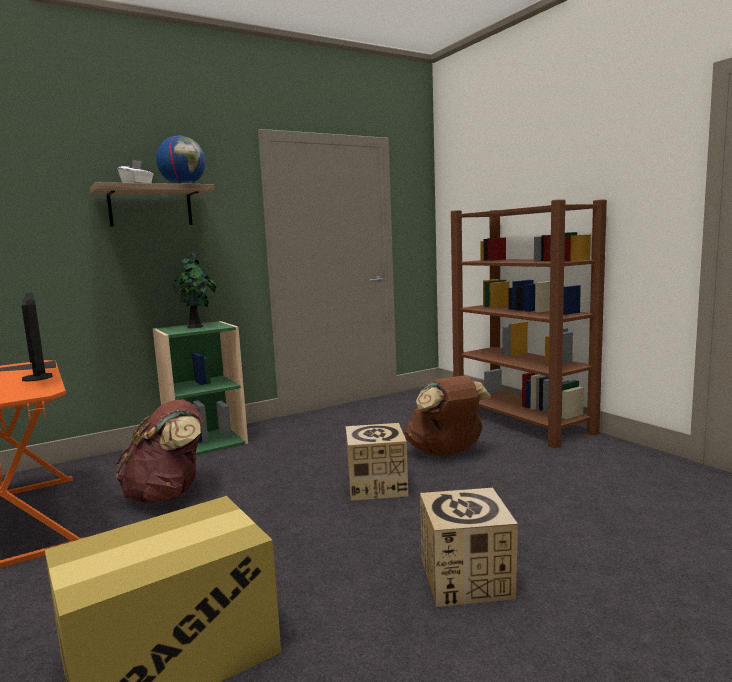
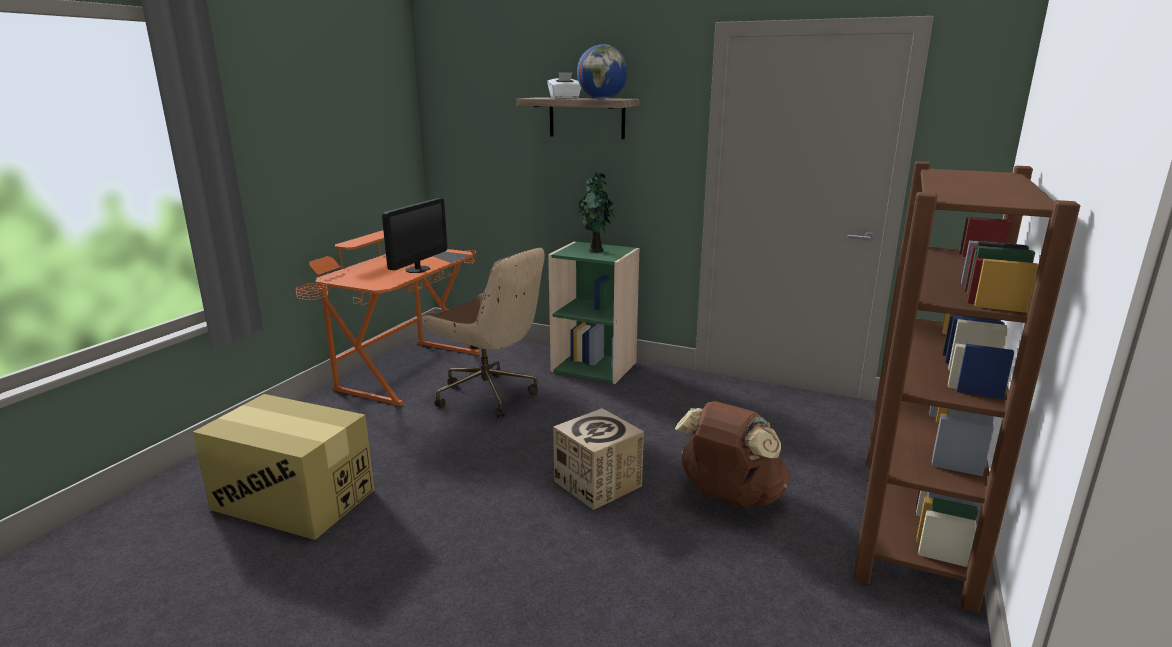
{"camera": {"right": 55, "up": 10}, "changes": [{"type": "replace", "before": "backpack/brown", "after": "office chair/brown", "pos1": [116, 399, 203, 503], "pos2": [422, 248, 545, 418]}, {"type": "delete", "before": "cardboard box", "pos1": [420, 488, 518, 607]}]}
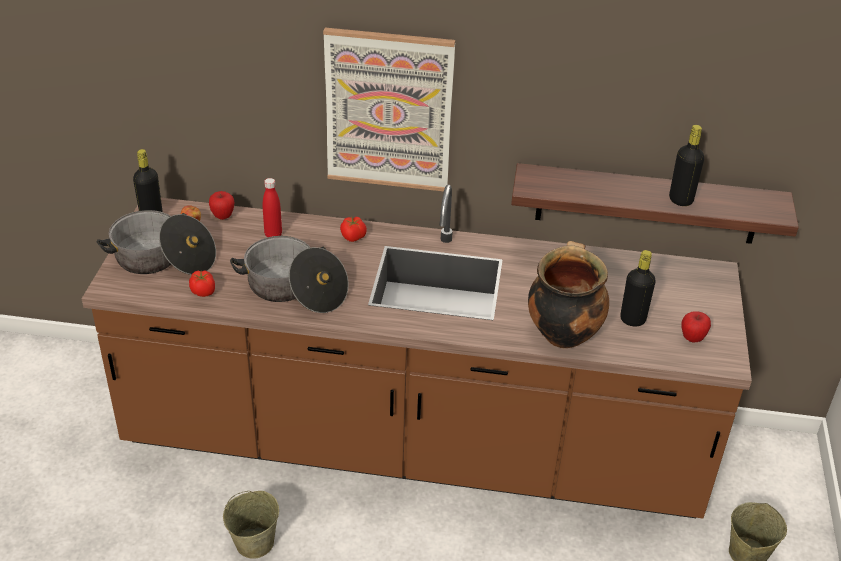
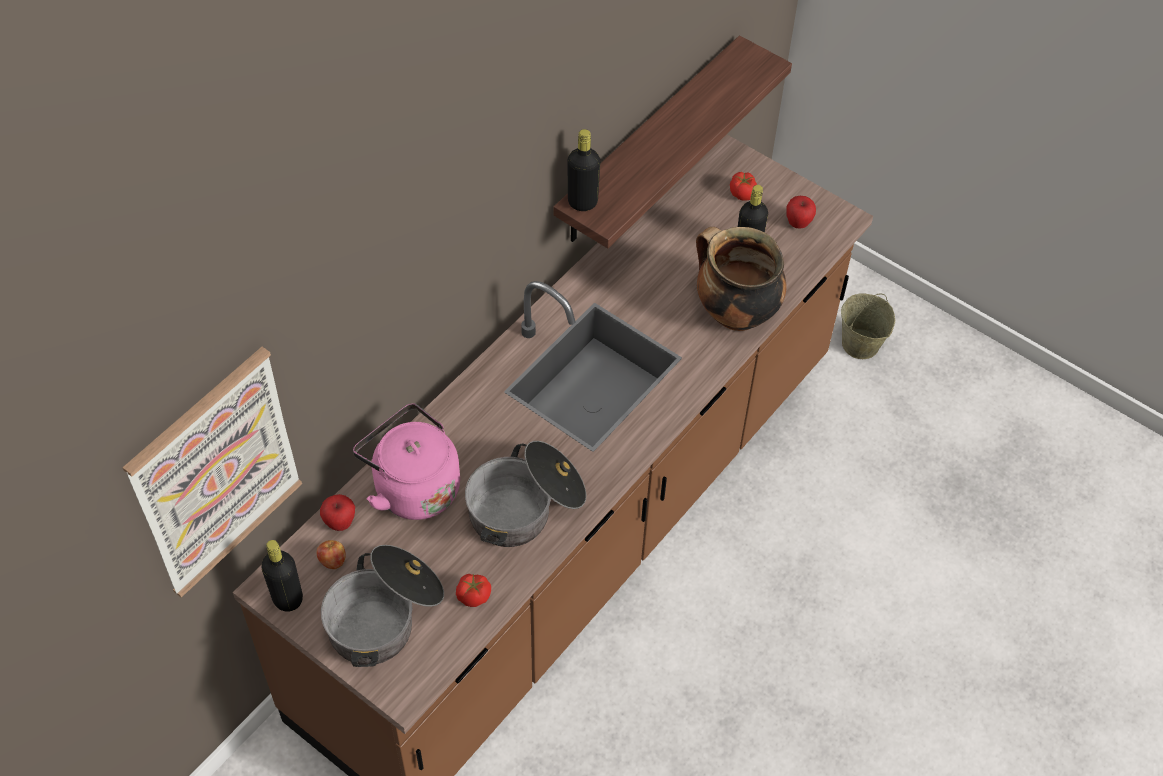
{"camera": {"right": -60, "up": 15}, "changes": [{"type": "move", "before": "picture", "pos1": [323, 28, 455, 191], "pos2": [122, 347, 302, 598]}, {"type": "move", "before": "bottle/black", "pos1": [669, 125, 704, 206], "pos2": [567, 129, 600, 211]}, {"type": "replace", "before": "bottle/red", "after": "kettle/pink", "pos1": [263, 178, 282, 237], "pos2": [353, 403, 460, 520]}, {"type": "move", "before": "tomato", "pos1": [340, 216, 367, 242], "pos2": [730, 172, 757, 201]}, {"type": "delete", "before": "bucket/beige", "pos1": [223, 491, 279, 559]}]}
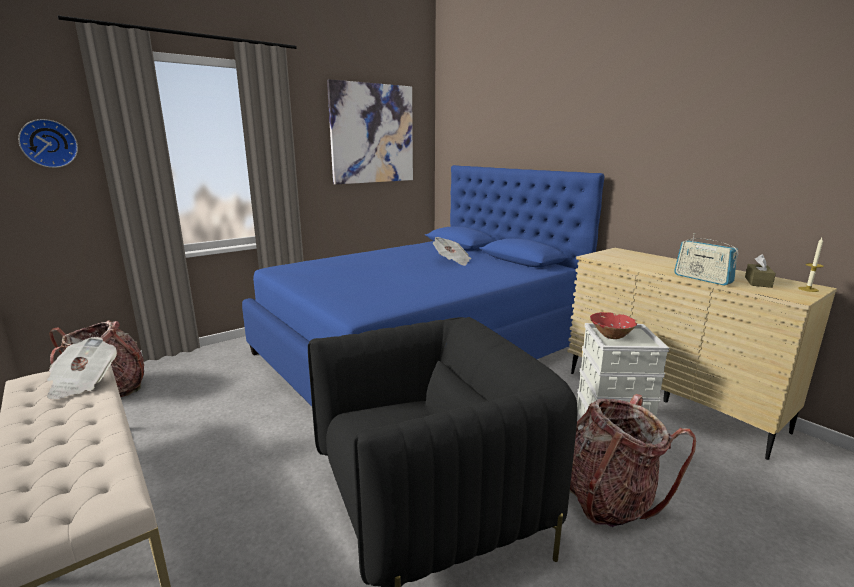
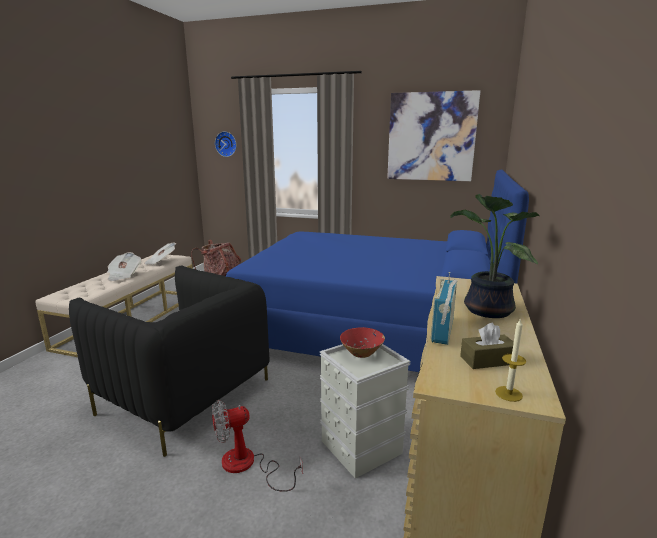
{"camera": {"right": 55, "up": 0}, "changes": [{"type": "move", "before": "newspaper", "pos1": [433, 237, 471, 266], "pos2": [107, 252, 142, 281]}, {"type": "replace", "before": "backpack", "after": "fan", "pos1": [570, 394, 696, 527], "pos2": [212, 400, 303, 492]}, {"type": "insert", "after": "potted plant", "pos2": [450, 194, 540, 318]}]}
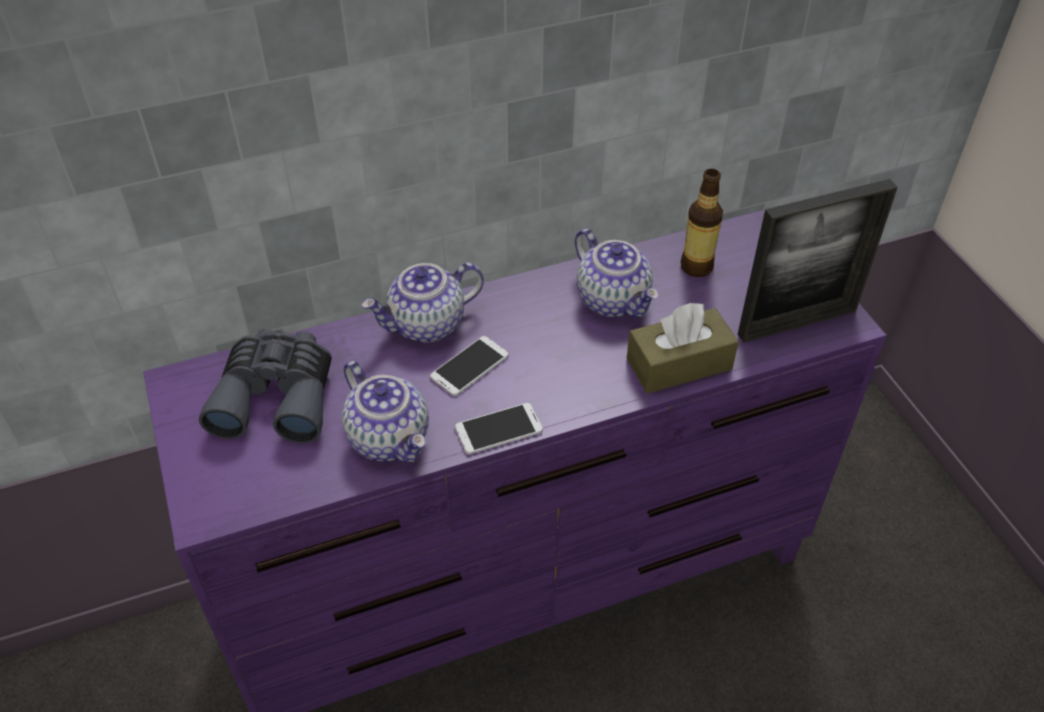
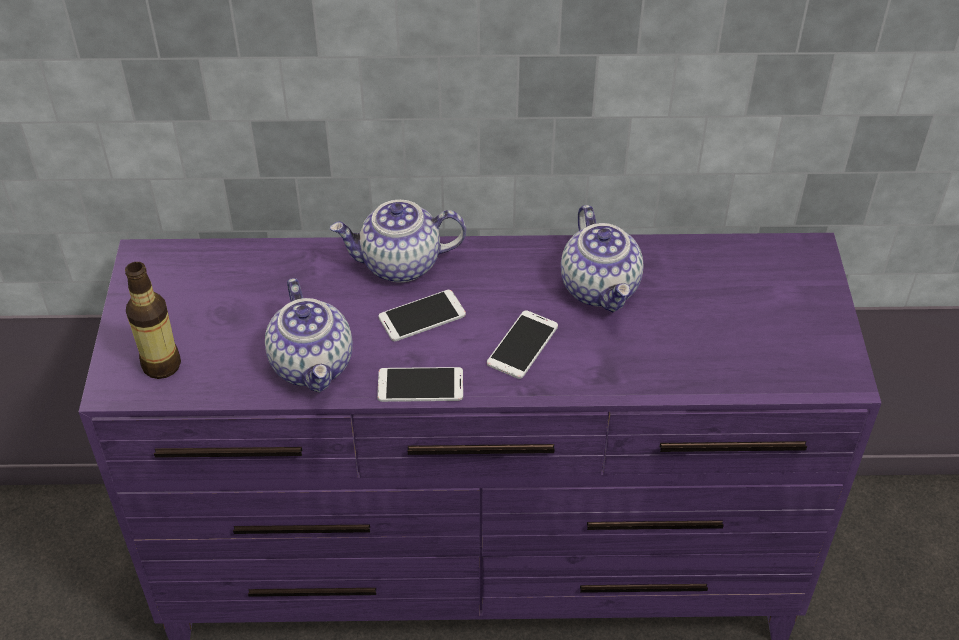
{"camera": {"right": 20, "up": 0}, "changes": [{"type": "move", "before": "bottle", "pos1": [681, 169, 723, 277], "pos2": [125, 262, 181, 379]}, {"type": "delete", "before": "picture frame", "pos1": [738, 179, 898, 343]}, {"type": "delete", "before": "tissue box/brown", "pos1": [626, 303, 739, 394]}, {"type": "delete", "before": "binoculars/grey", "pos1": [199, 329, 332, 443]}, {"type": "insert", "after": "phone", "pos2": [487, 310, 558, 379]}]}
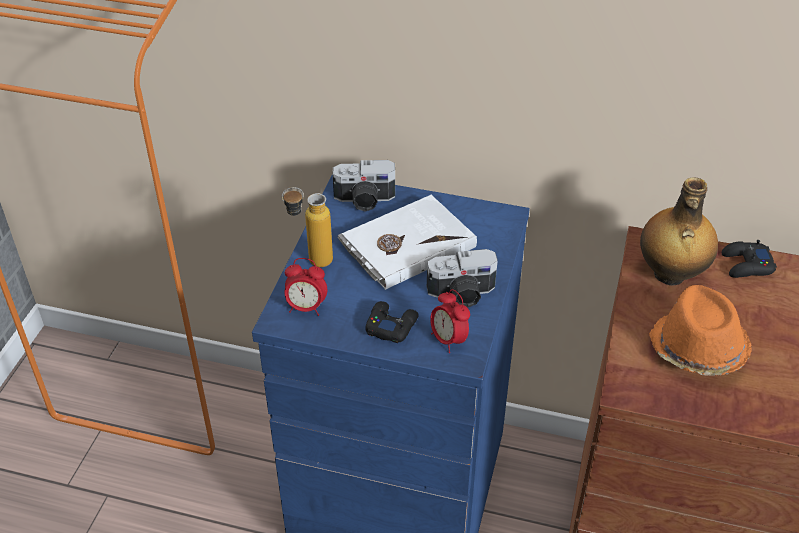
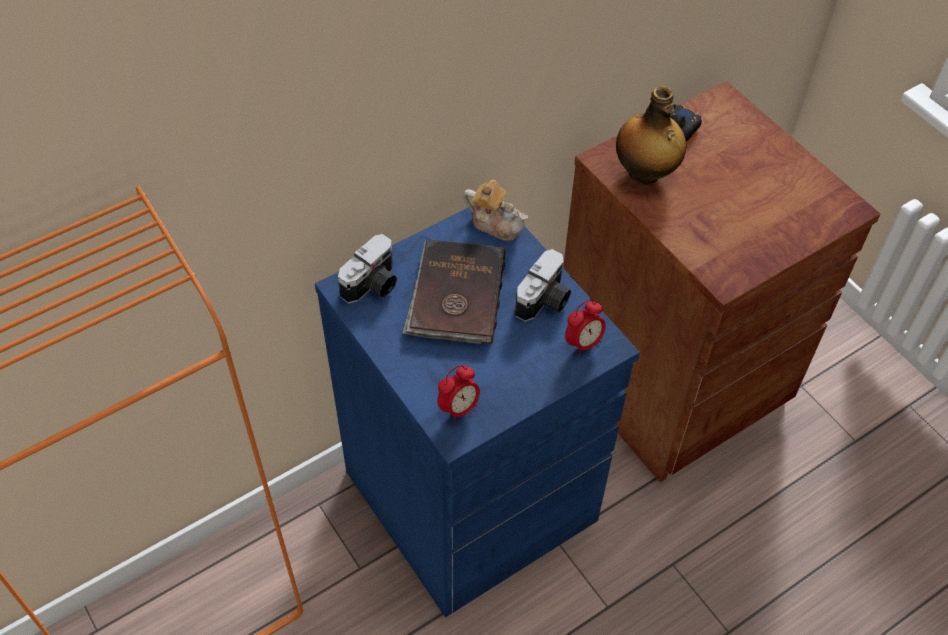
{"camera": {"right": -50, "up": 10}, "changes": [{"type": "delete", "before": "bottle", "pos1": [282, 187, 333, 267]}, {"type": "recolor", "before": "book/white", "after": "book/brown", "pos1": [337, 195, 477, 290], "pos2": [403, 239, 506, 344]}, {"type": "delete", "before": "hat/orange", "pos1": [649, 285, 752, 376]}, {"type": "rotate", "before": "alarm clock", "pos1": [430, 289, 470, 353], "pos2": [565, 300, 606, 357], "turn": -45}, {"type": "delete", "before": "game controller/black", "pos1": [365, 301, 419, 343]}, {"type": "insert", "after": "teapot", "pos2": [463, 180, 528, 241]}]}
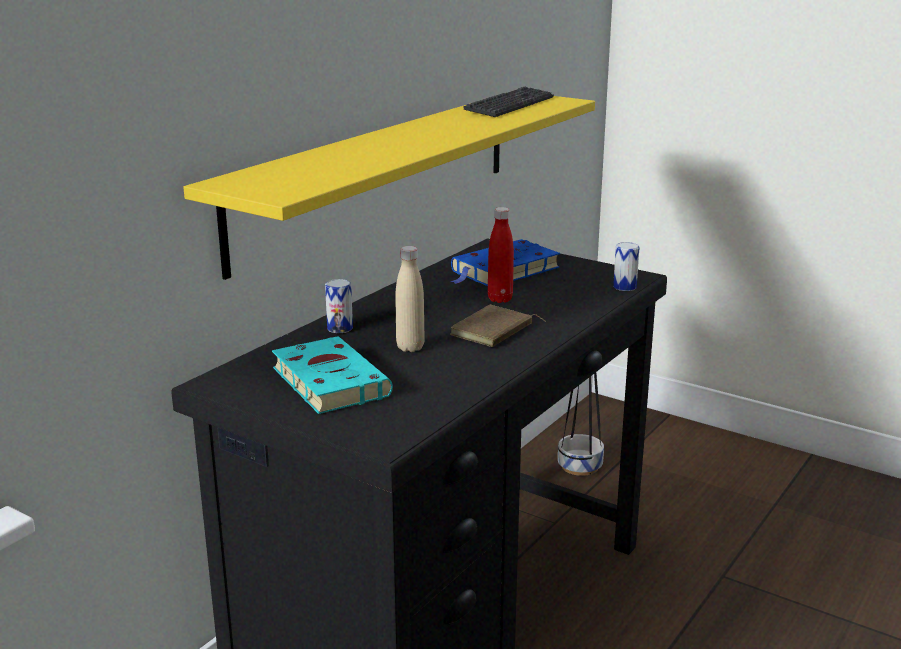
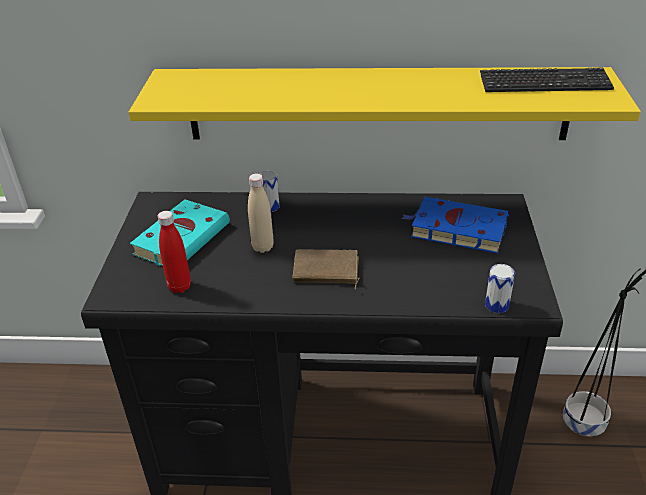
{"camera": {"right": 60, "up": 15}, "changes": [{"type": "move", "before": "bottle/red", "pos1": [488, 207, 514, 303], "pos2": [158, 211, 191, 293]}]}
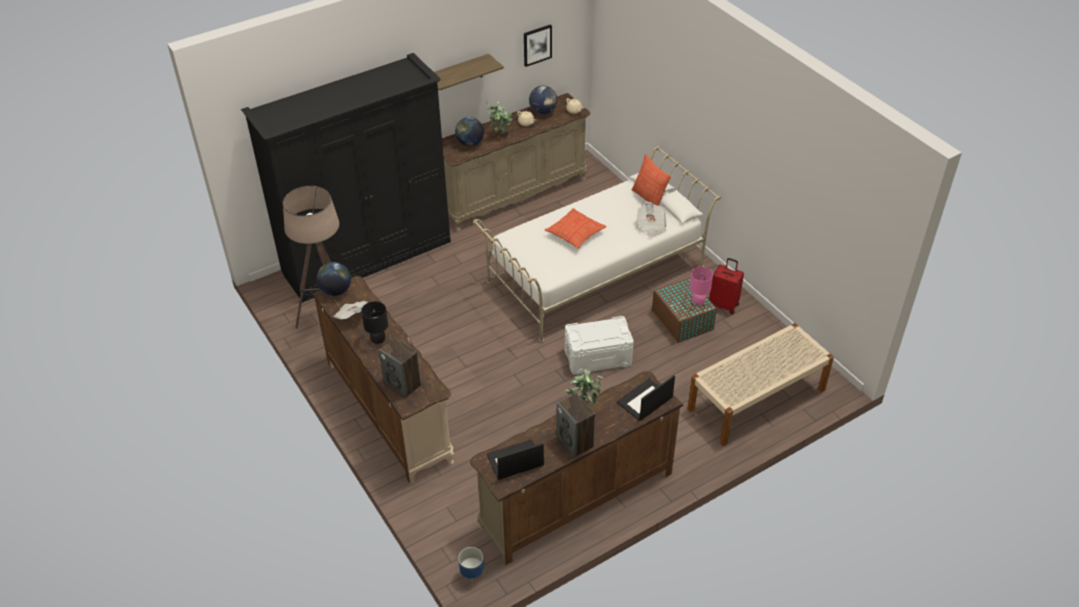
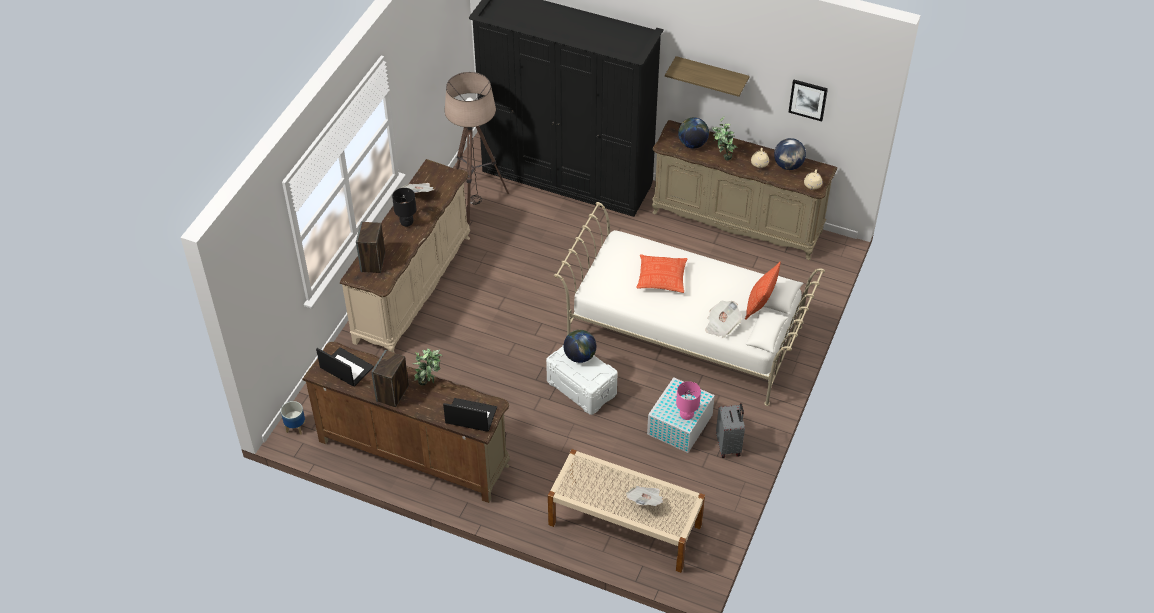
{"camera": {"right": 55, "up": 5}, "changes": [{"type": "recolor", "before": "suitcase/red", "after": "suitcase/grey", "pos1": [709, 258, 744, 314], "pos2": [716, 403, 745, 458]}, {"type": "move", "before": "globe", "pos1": [317, 262, 351, 296], "pos2": [563, 330, 597, 363]}, {"type": "recolor", "before": "storage box/brown", "after": "storage box/white", "pos1": [652, 278, 717, 343], "pos2": [647, 377, 715, 453]}, {"type": "insert", "after": "newspaper", "pos2": [626, 486, 663, 506]}]}
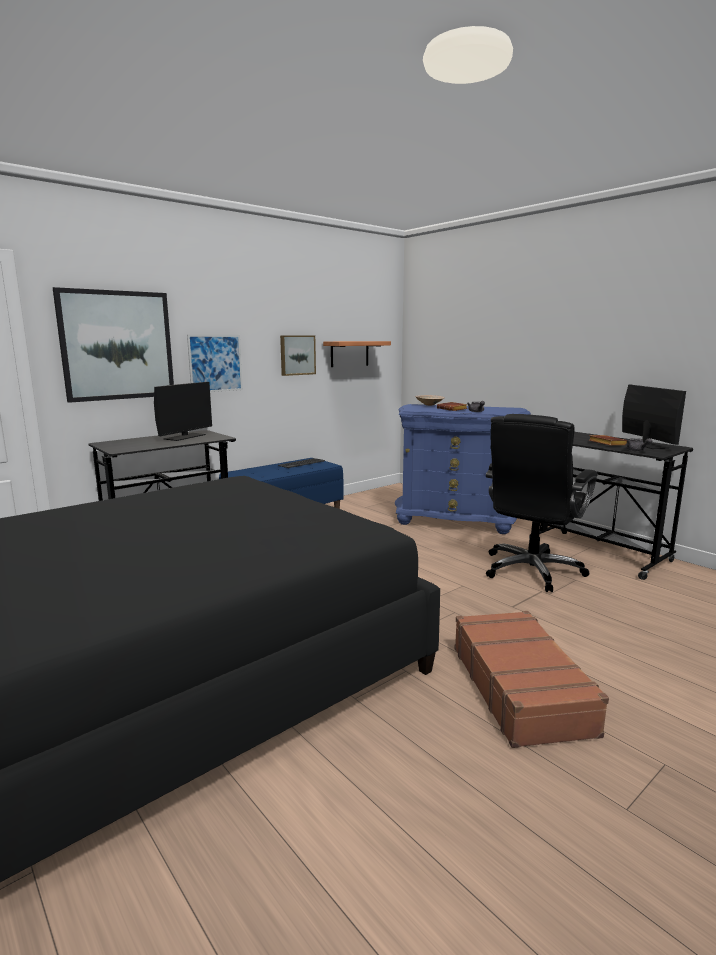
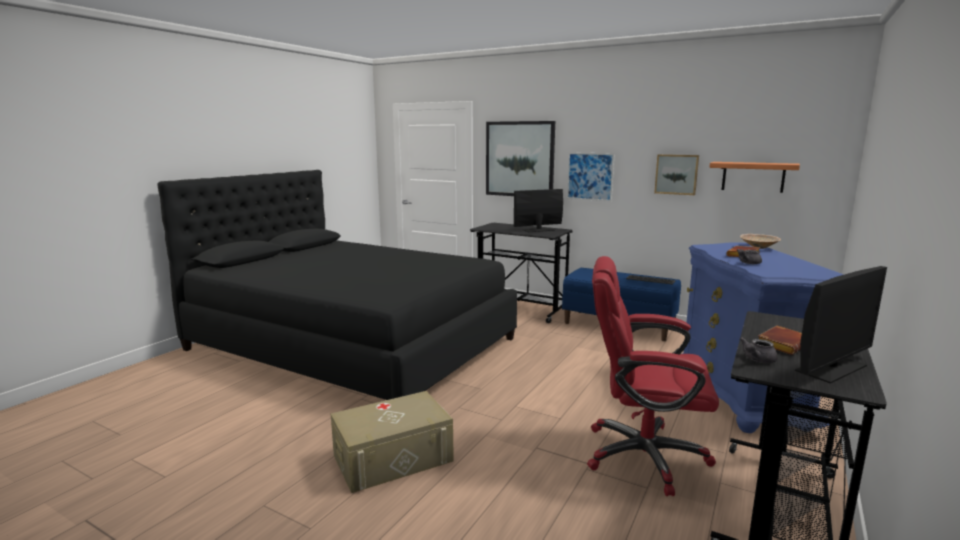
{"camera": {"right": 70, "up": 0}, "changes": [{"type": "rotate", "before": "monitor", "pos1": [154, 382, 212, 441], "pos2": [514, 189, 563, 232], "turn": 150}, {"type": "recolor", "before": "office chair/black", "after": "office chair/red", "pos1": [486, 414, 598, 592], "pos2": [587, 256, 719, 496]}, {"type": "replace", "before": "suitcase/brown", "after": "storage box/beige", "pos1": [454, 611, 609, 748], "pos2": [331, 391, 454, 493]}]}
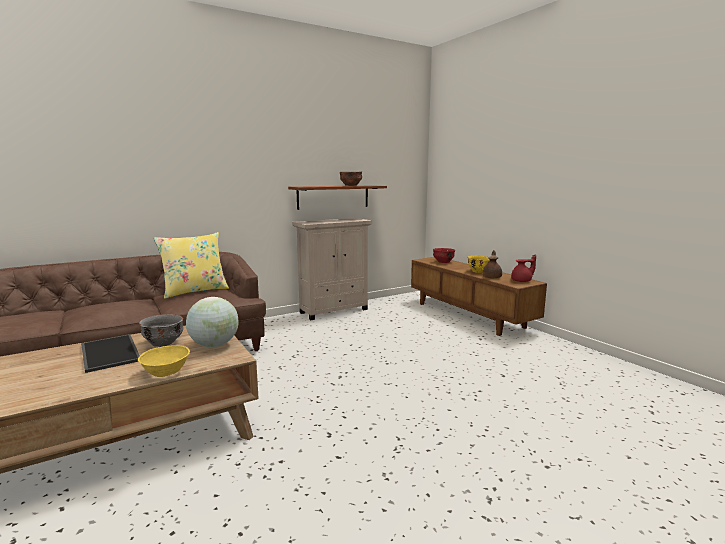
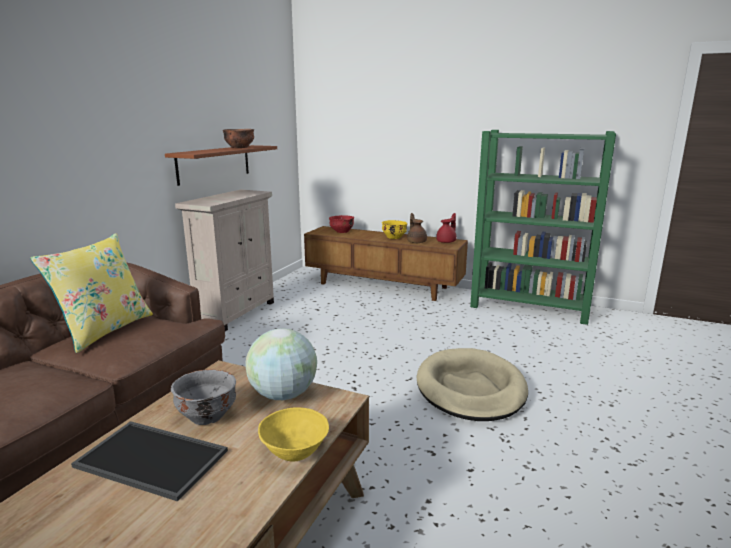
{"camera": {"right": -35, "up": 5}, "changes": [{"type": "insert", "after": "bookcase/green", "pos2": [470, 130, 616, 325]}, {"type": "insert", "after": "dog bed/beige", "pos2": [416, 348, 528, 421]}]}
